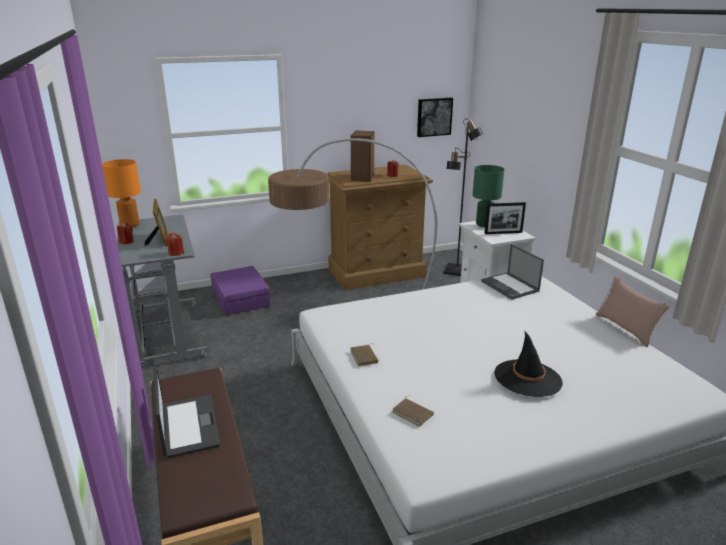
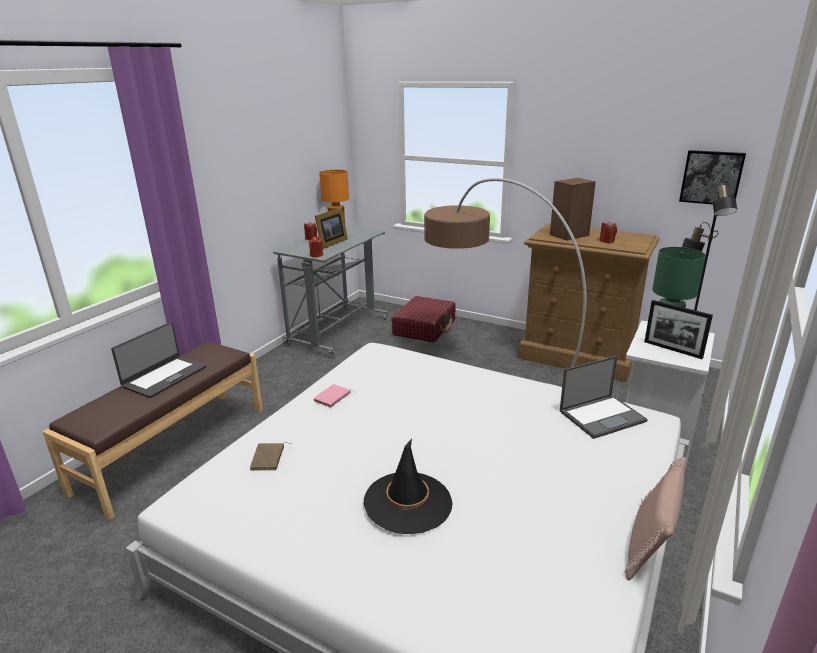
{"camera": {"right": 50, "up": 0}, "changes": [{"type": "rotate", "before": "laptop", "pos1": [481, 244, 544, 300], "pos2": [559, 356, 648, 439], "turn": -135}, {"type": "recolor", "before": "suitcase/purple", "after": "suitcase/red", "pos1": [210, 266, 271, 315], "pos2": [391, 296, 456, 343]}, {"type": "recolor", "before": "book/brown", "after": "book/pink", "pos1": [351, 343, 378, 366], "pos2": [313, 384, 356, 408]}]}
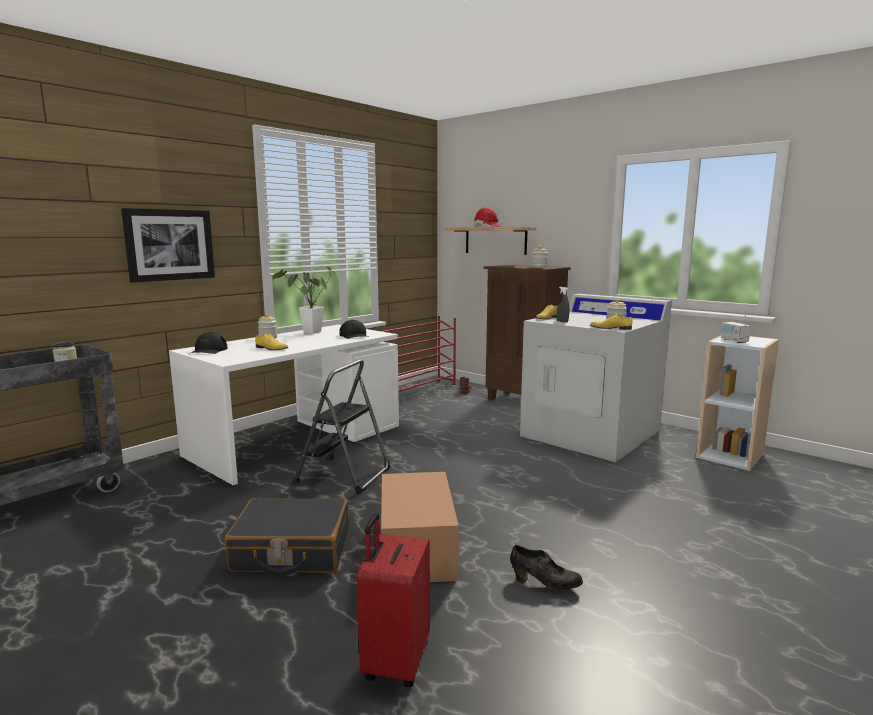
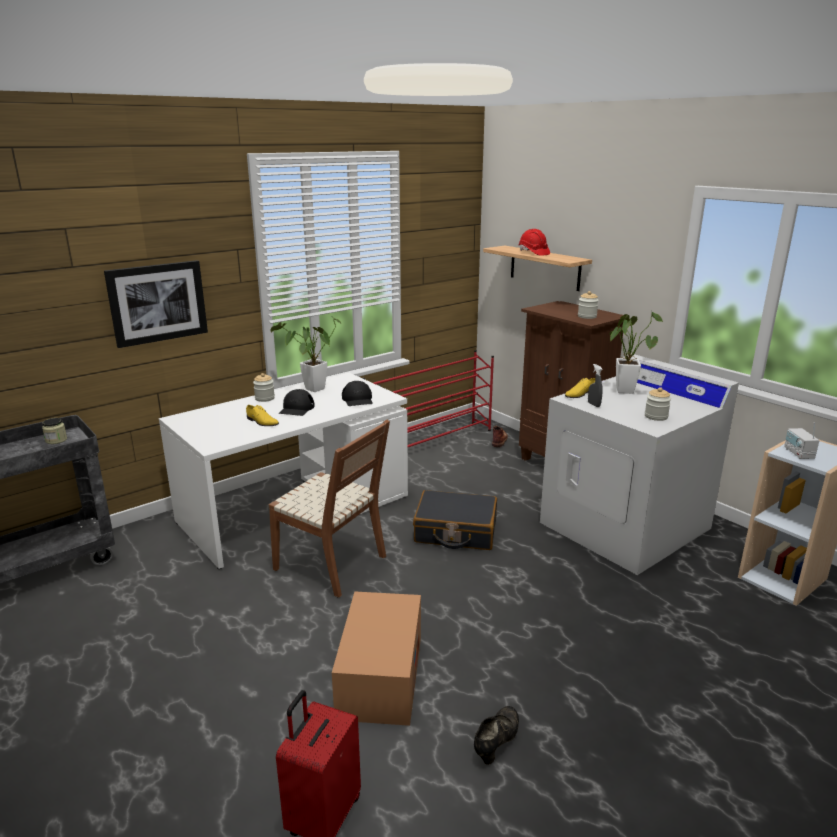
{"camera": {"right": 10, "up": 10}, "changes": [{"type": "delete", "before": "shoe/yellow", "pos1": [590, 314, 633, 330]}, {"type": "move", "before": "cap/black", "pos1": [191, 332, 228, 354], "pos2": [279, 389, 315, 416]}, {"type": "replace", "before": "step ladder/black", "after": "chair", "pos1": [292, 359, 391, 495], "pos2": [269, 419, 390, 597]}, {"type": "move", "before": "suitcase/black", "pos1": [224, 498, 349, 576], "pos2": [413, 490, 497, 550]}, {"type": "rotate", "before": "shoe/black", "pos1": [510, 545, 583, 590], "pos2": [474, 706, 519, 765], "turn": -90}, {"type": "insert", "after": "potted plant", "pos2": [609, 312, 663, 394]}]}
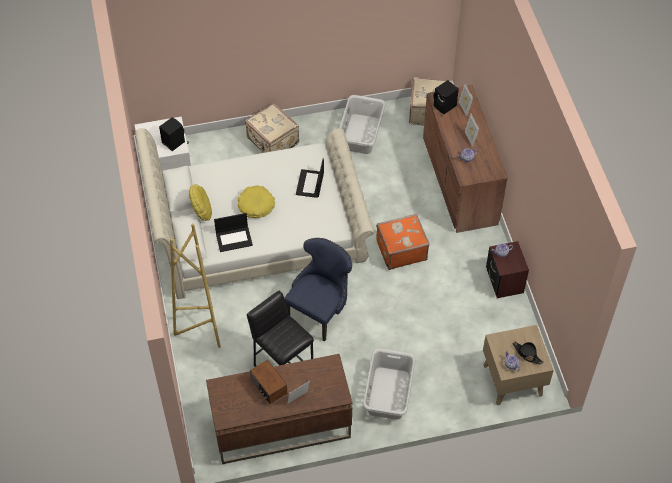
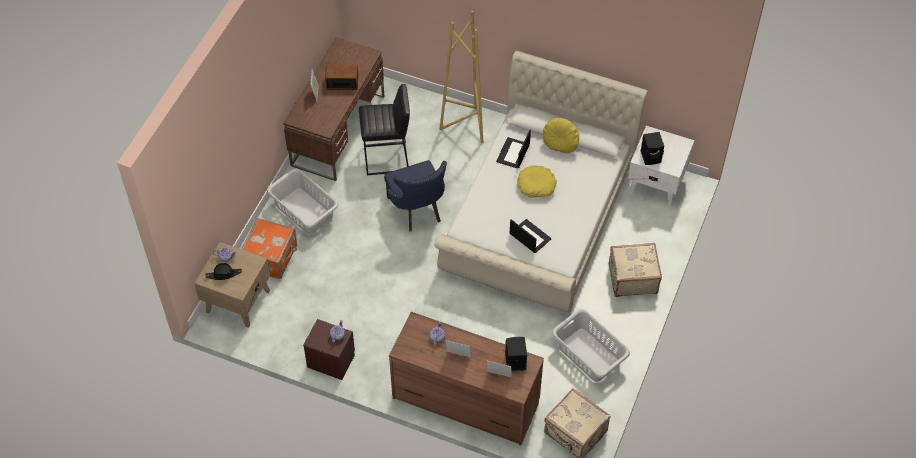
{"camera": {"right": 125, "up": 0}, "changes": [{"type": "move", "before": "suitcase/orange", "pos1": [376, 213, 430, 270], "pos2": [242, 218, 297, 279]}]}
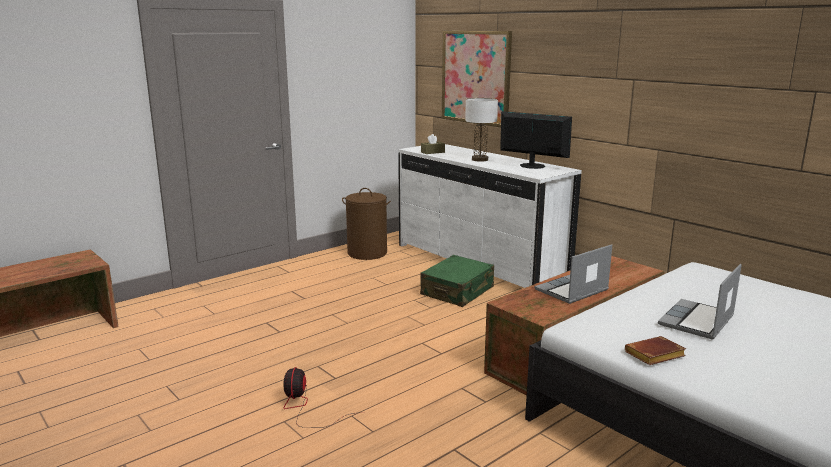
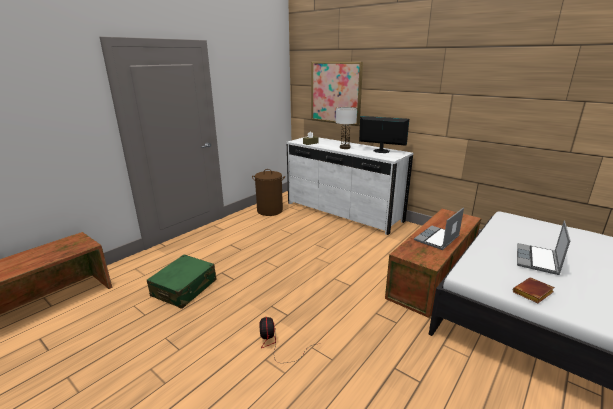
{"camera": {"right": -10, "up": 5}, "changes": [{"type": "move", "before": "suitcase/green", "pos1": [420, 255, 494, 307], "pos2": [147, 255, 217, 309]}]}
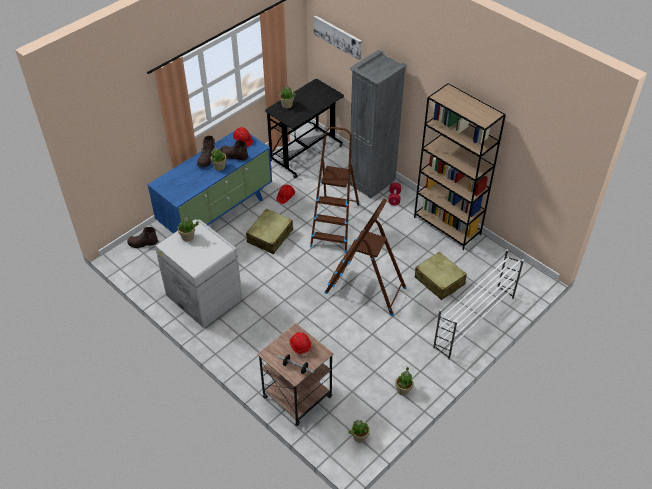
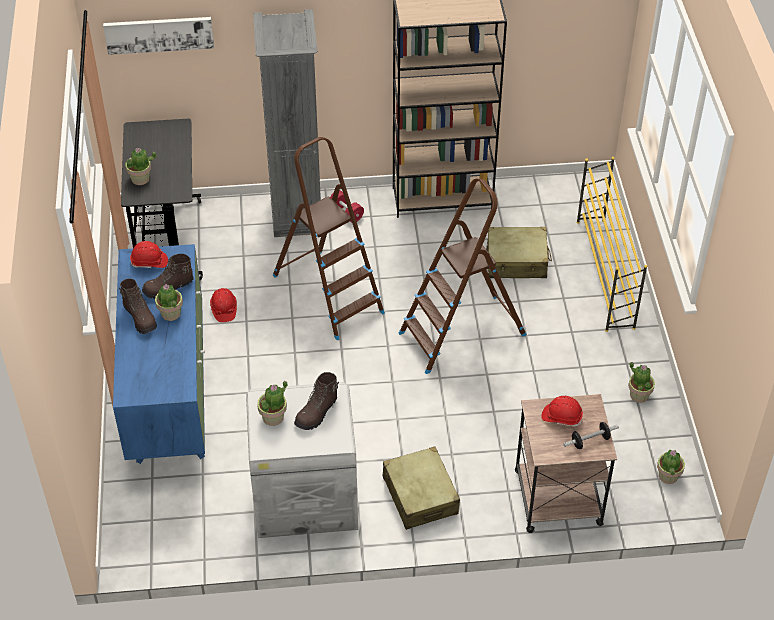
{"camera": {"right": -50, "up": 0}, "changes": [{"type": "move", "before": "suitcase/beige", "pos1": [246, 209, 293, 254], "pos2": [383, 446, 460, 530]}, {"type": "move", "before": "boot/brown", "pos1": [127, 227, 158, 248], "pos2": [294, 372, 339, 430]}, {"type": "recolor", "before": "shoe rack/white", "after": "shoe rack/yellow", "pos1": [433, 249, 524, 360], "pos2": [577, 157, 647, 332]}]}
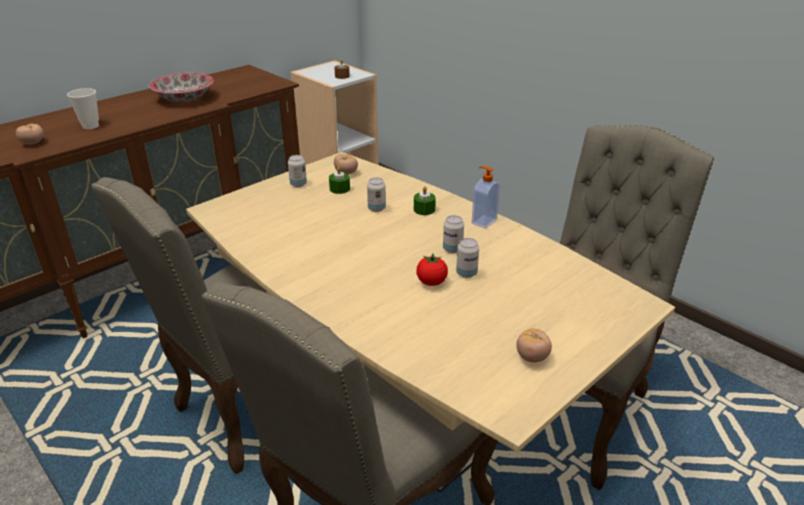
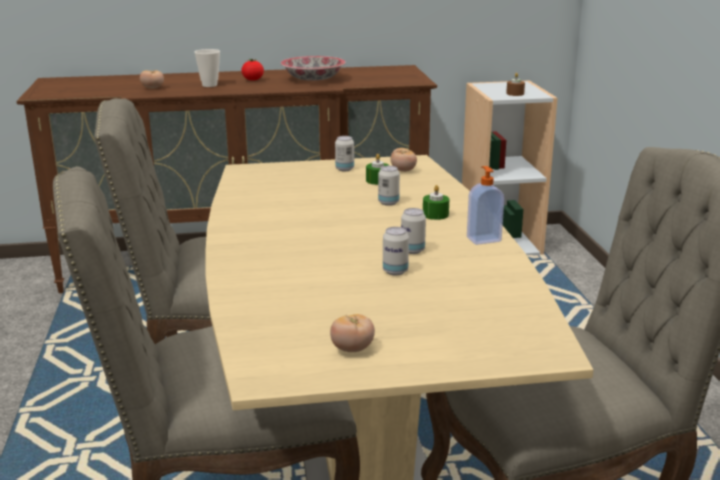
{"camera": {"right": 35, "up": -10}, "changes": [{"type": "move", "before": "tomato", "pos1": [416, 254, 448, 286], "pos2": [241, 59, 264, 81]}]}
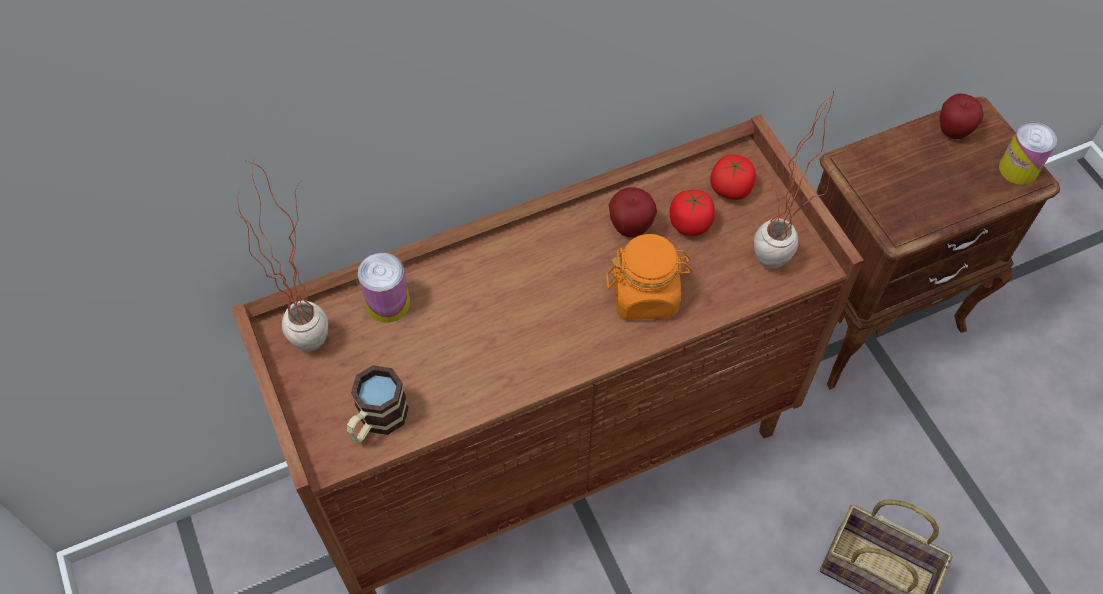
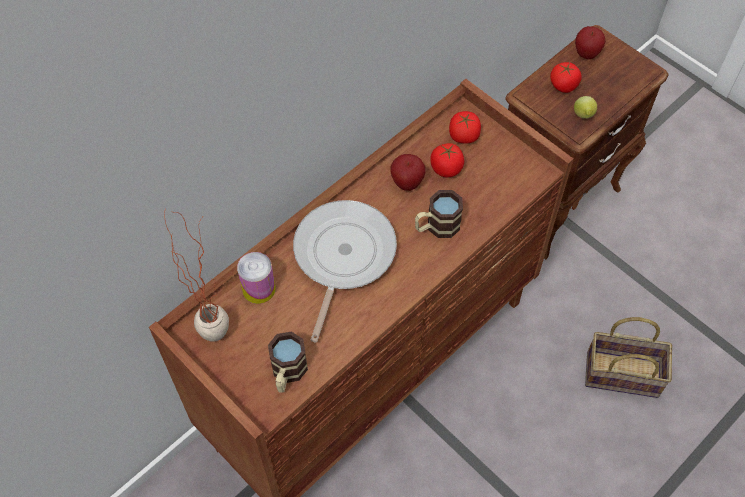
{"camera": {"right": -20, "up": 0}, "changes": [{"type": "delete", "before": "potted plant", "pos1": [754, 91, 840, 269]}, {"type": "delete", "before": "can", "pos1": [999, 122, 1057, 185]}, {"type": "replace", "before": "jar/orange", "after": "mug", "pos1": [606, 234, 693, 320], "pos2": [415, 190, 463, 238]}, {"type": "insert", "after": "tomato", "pos2": [550, 62, 582, 93]}, {"type": "insert", "after": "lemon", "pos2": [574, 96, 597, 119]}, {"type": "insert", "after": "frying pan", "pos2": [293, 200, 397, 342]}]}
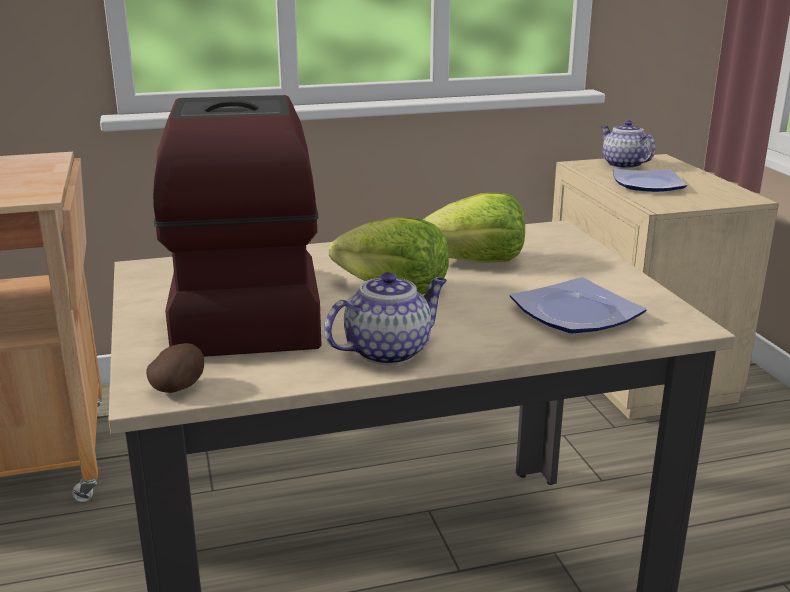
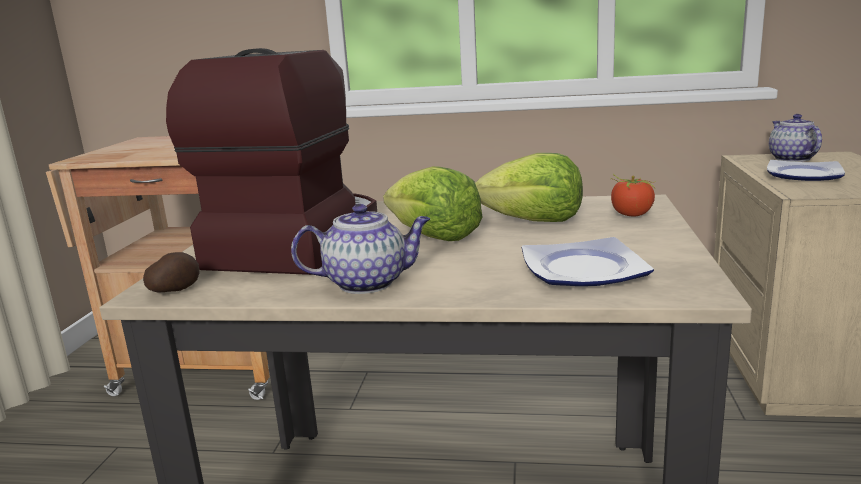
{"camera": {"right": 25, "up": -5}, "changes": [{"type": "insert", "after": "tomato", "pos2": [610, 174, 656, 217]}]}
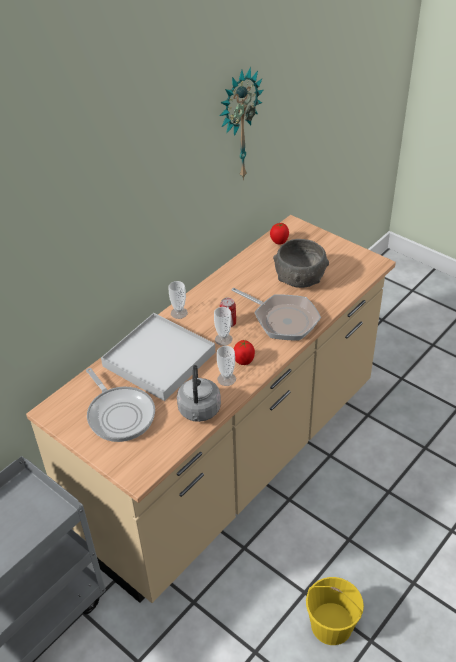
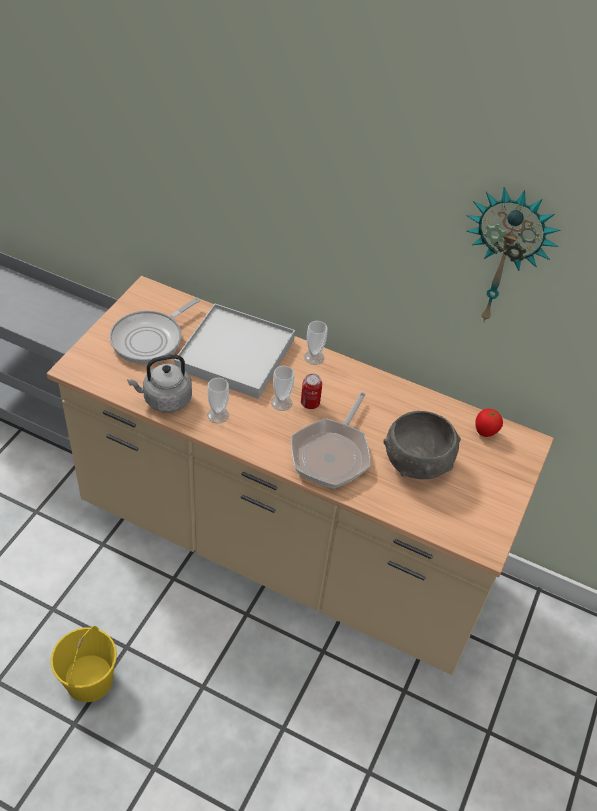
{"camera": {"right": 70, "up": 5}, "changes": [{"type": "delete", "before": "tomato", "pos1": [233, 340, 255, 365]}]}
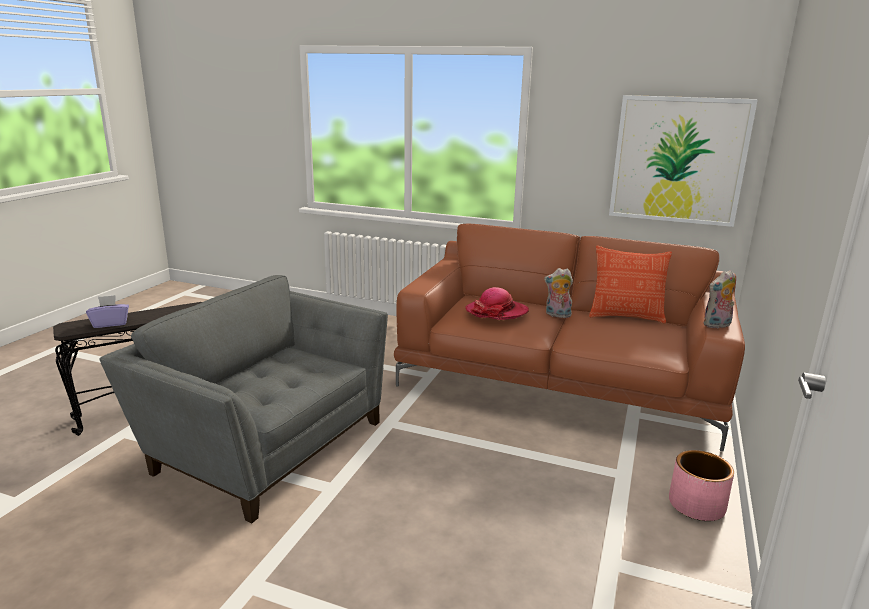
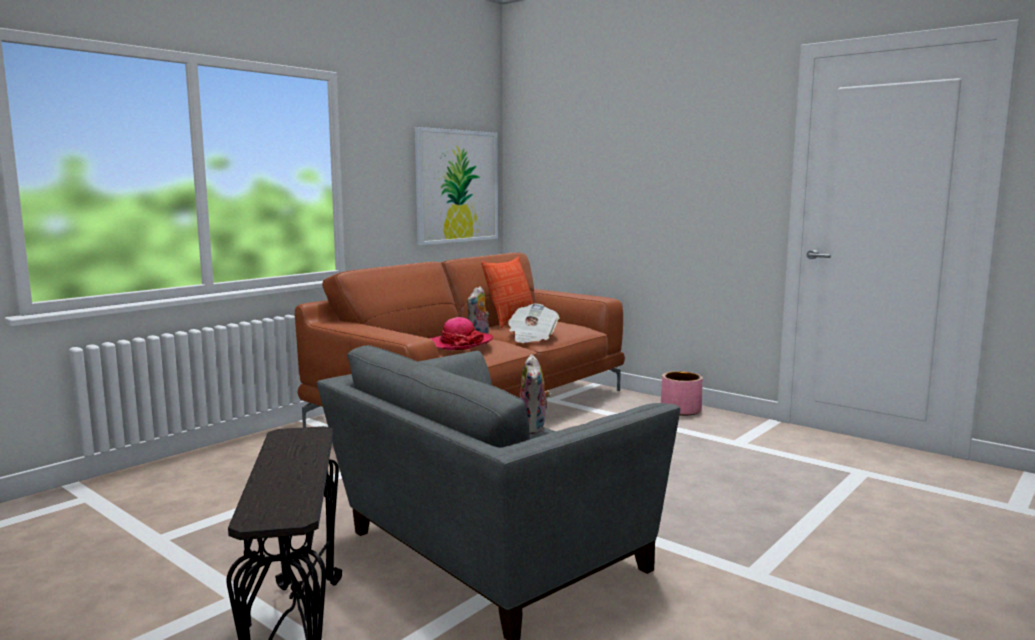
{"camera": {"right": -70, "up": -10}, "changes": [{"type": "move", "before": "plush toy", "pos1": [703, 270, 735, 328], "pos2": [520, 354, 551, 434]}, {"type": "delete", "before": "tissue box/purple", "pos1": [86, 295, 129, 328]}, {"type": "insert", "after": "newspaper", "pos2": [508, 304, 559, 343]}]}
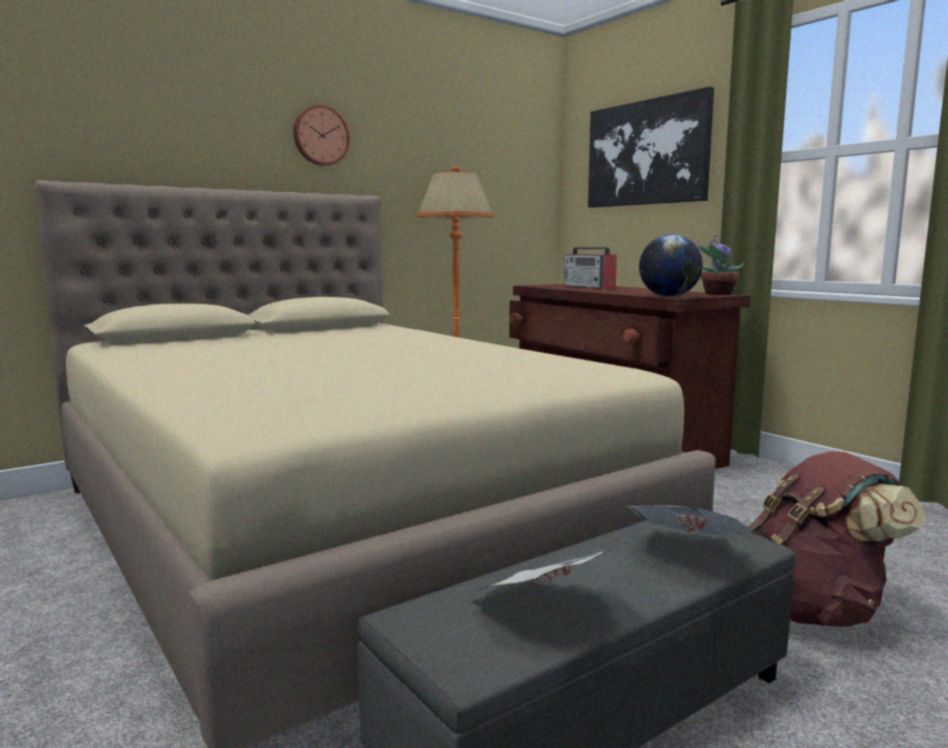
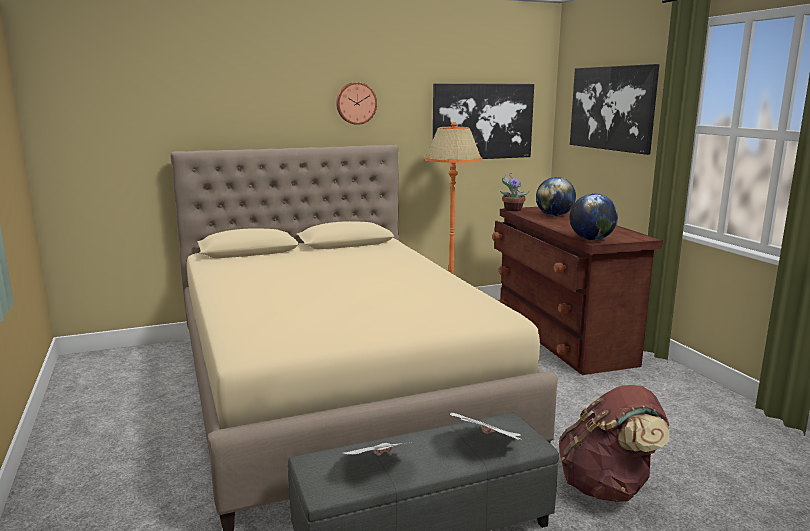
{"camera": {"right": 15, "up": 5}, "changes": [{"type": "move", "before": "potted plant", "pos1": [698, 235, 745, 295], "pos2": [499, 173, 529, 211]}, {"type": "replace", "before": "radio", "after": "globe", "pos1": [564, 245, 617, 289], "pos2": [536, 177, 576, 216]}, {"type": "insert", "after": "picture", "pos2": [433, 83, 534, 159]}]}
